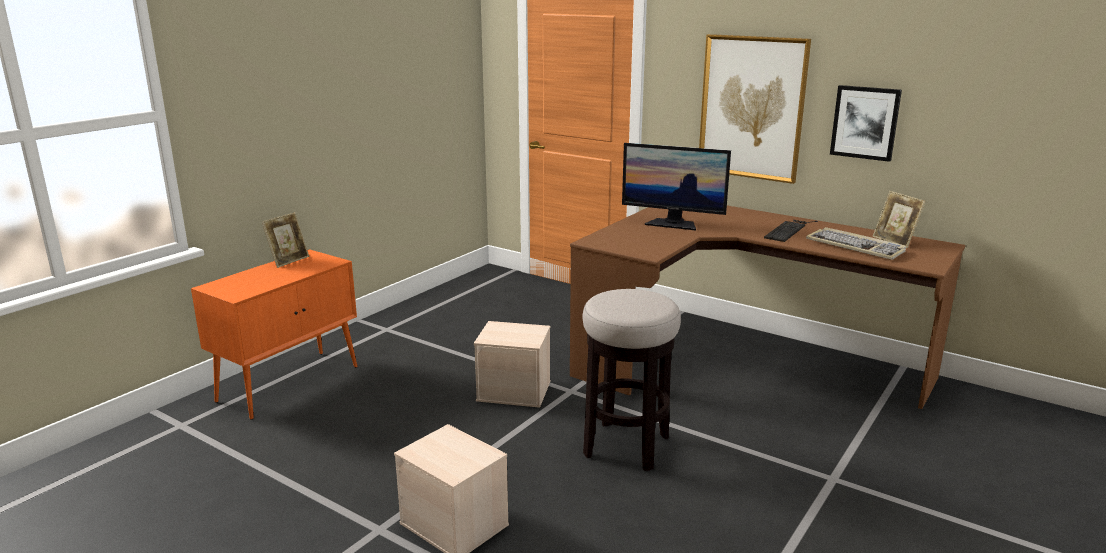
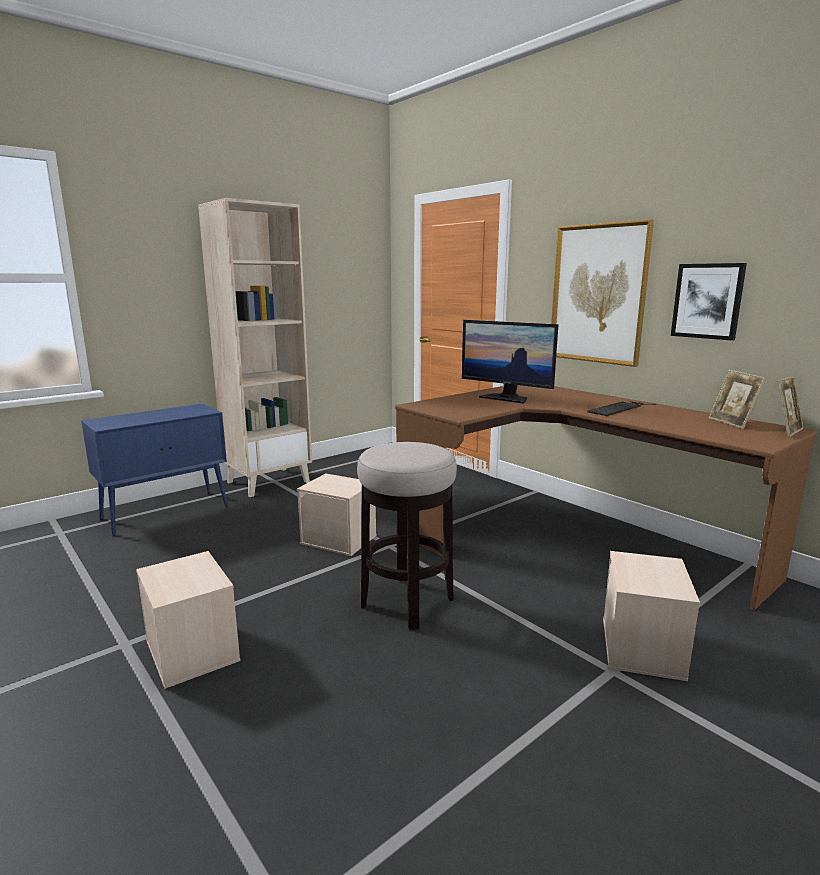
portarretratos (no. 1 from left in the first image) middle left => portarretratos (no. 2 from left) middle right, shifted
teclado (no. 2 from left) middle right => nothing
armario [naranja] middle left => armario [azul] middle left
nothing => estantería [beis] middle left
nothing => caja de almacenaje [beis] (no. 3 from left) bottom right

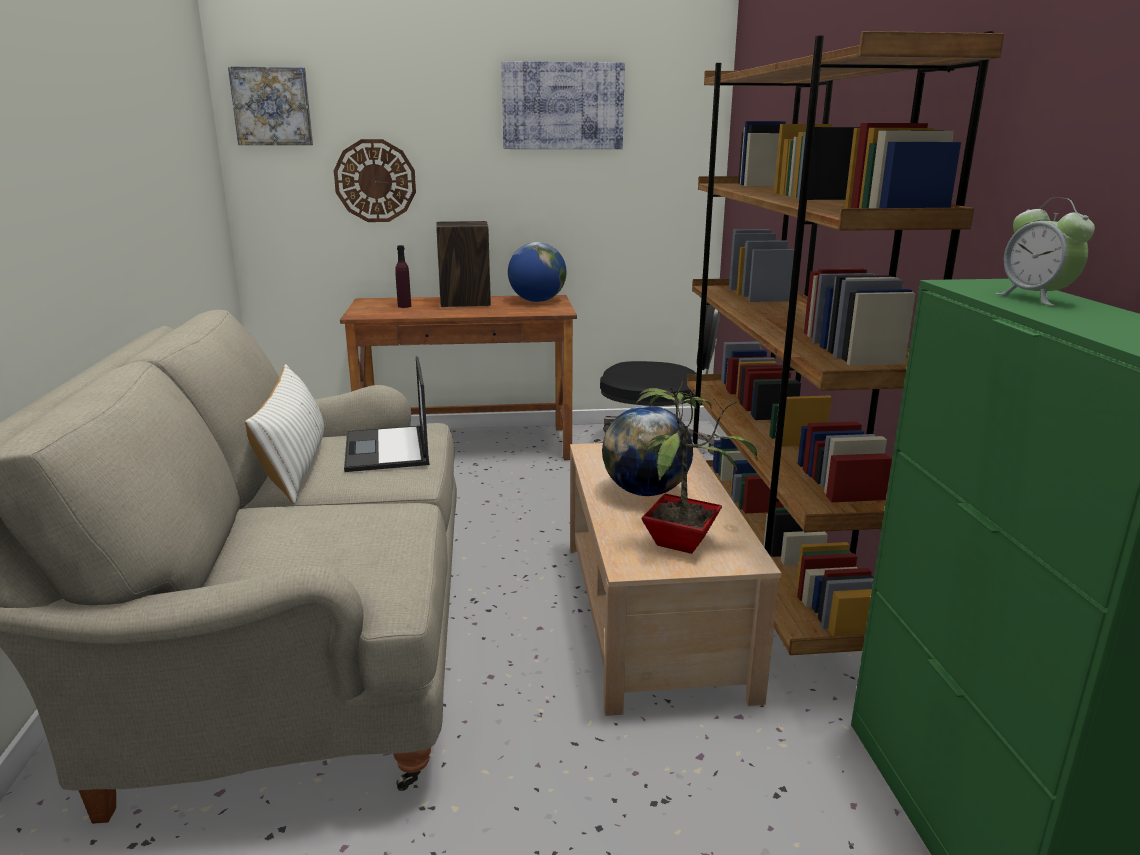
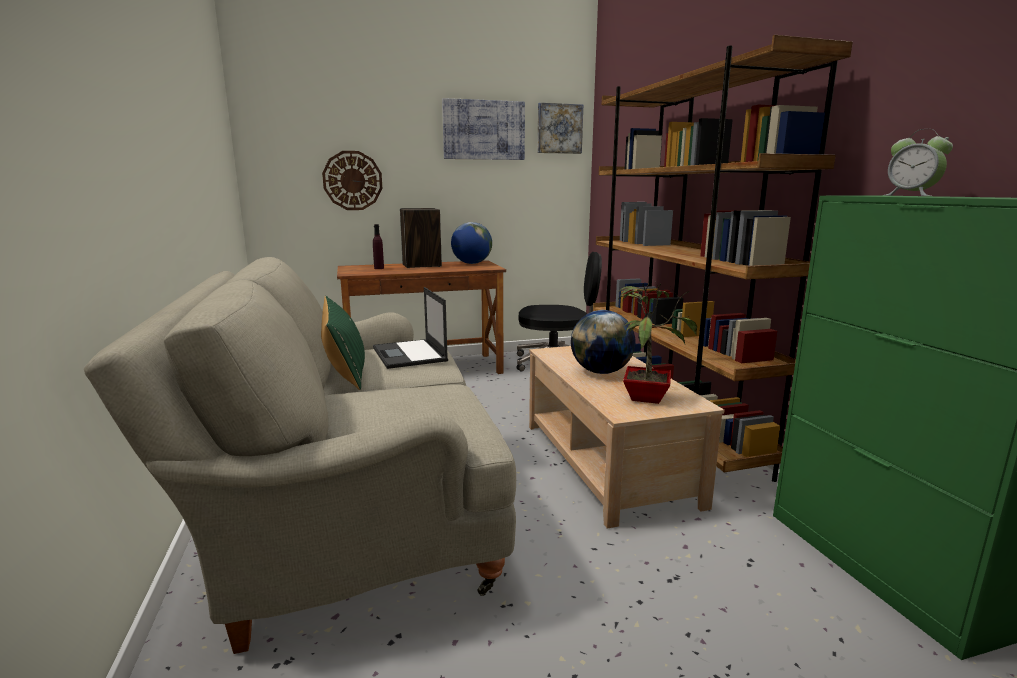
cuadro (no. 1 from left in the first image) top left => cuadro (no. 2 from left) top centre, shifted
cojín [blanco] middle left => cojín [verde] centre

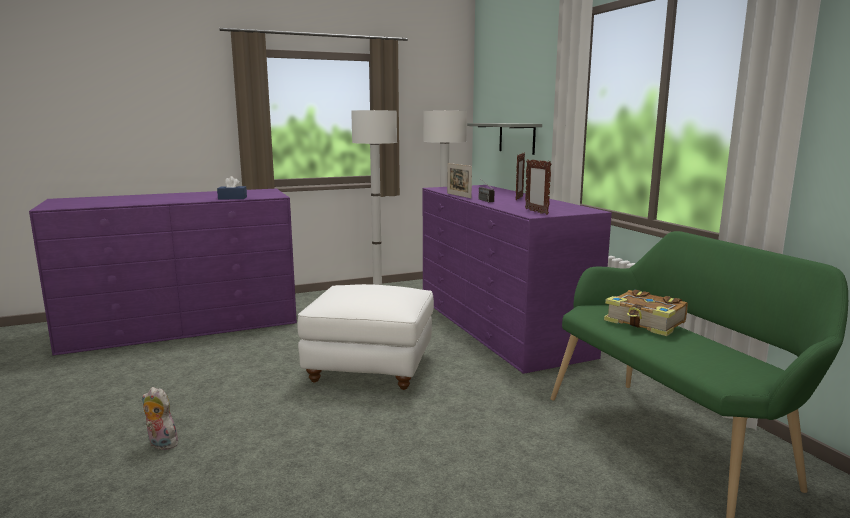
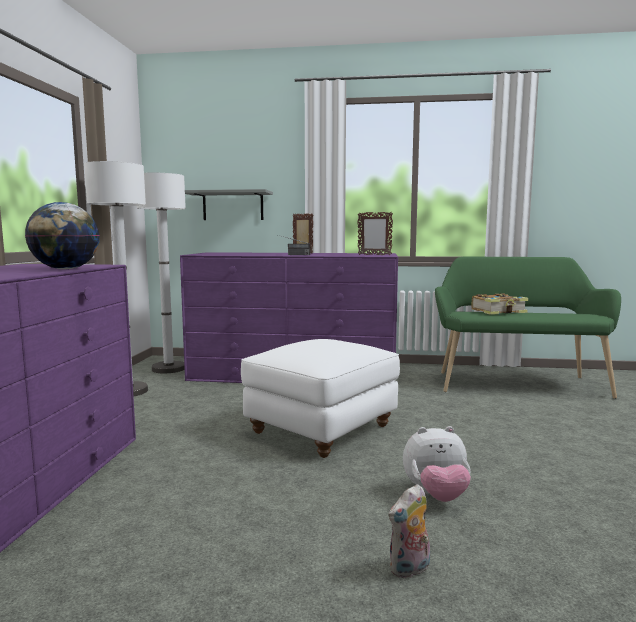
portarretratos (no. 1 from left) centre => nothing
caja de pañuelos [azul] middle left => globo terráqueo middle left
nothing => peluche (no. 2 from left) bottom right

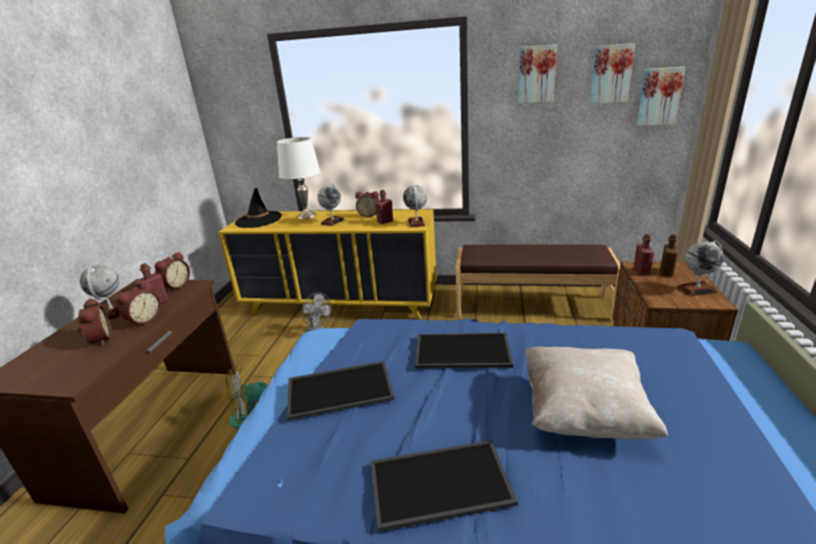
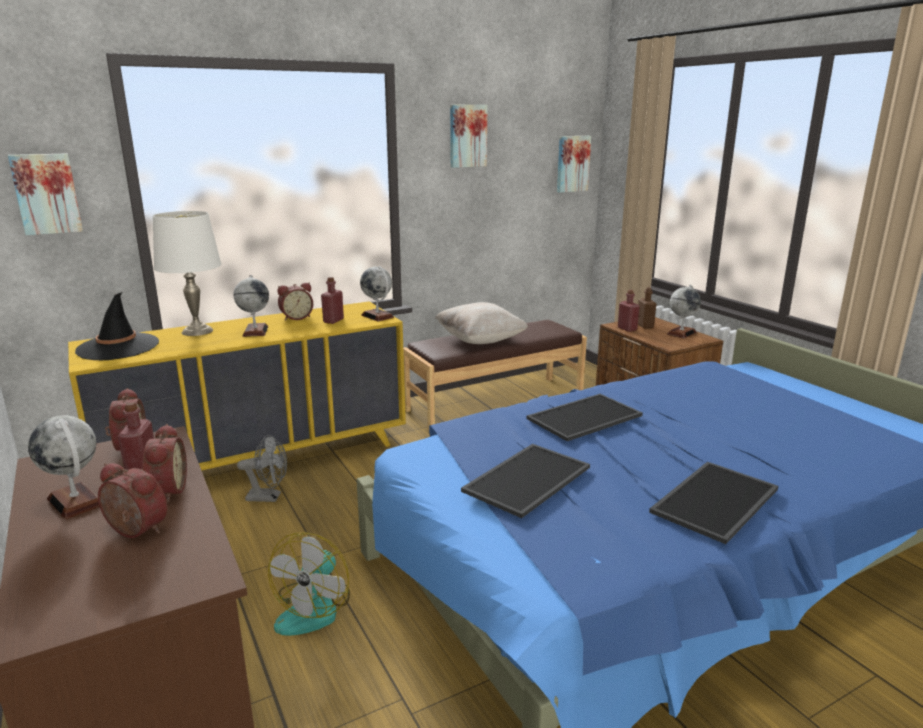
cuadro (no. 2 from left in the first image) top right => cuadro (no. 1 from left) top left, shifted
cojín [beis] bottom right => cojín [beis] centre, shifted

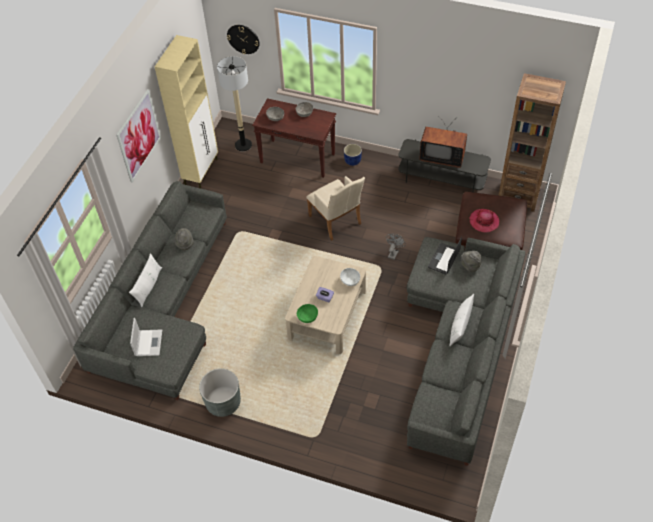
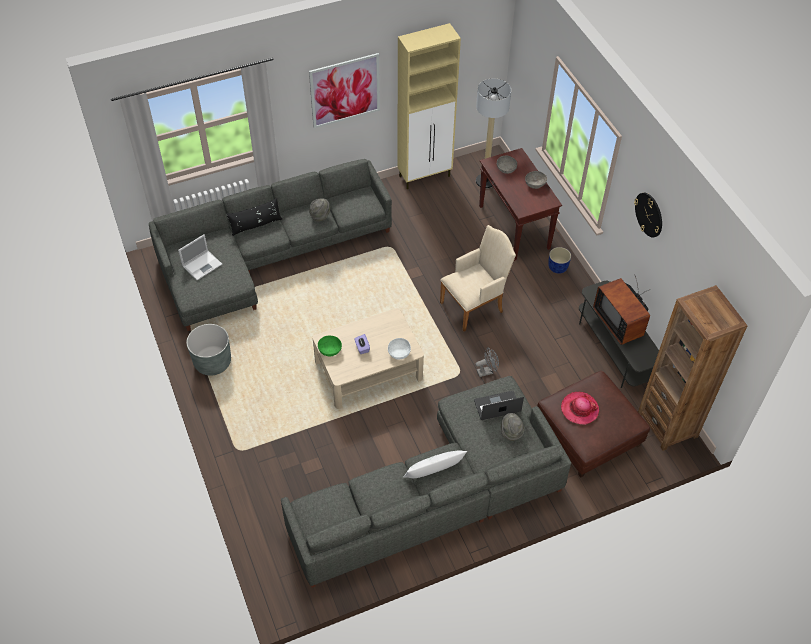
reloj de pared top centre => reloj de pared middle right, shifted
sillón [beis] centre, 135 degrees counterclockwise
cojín [blanco] (no. 1 from left) middle left => cojín [negro] middle left

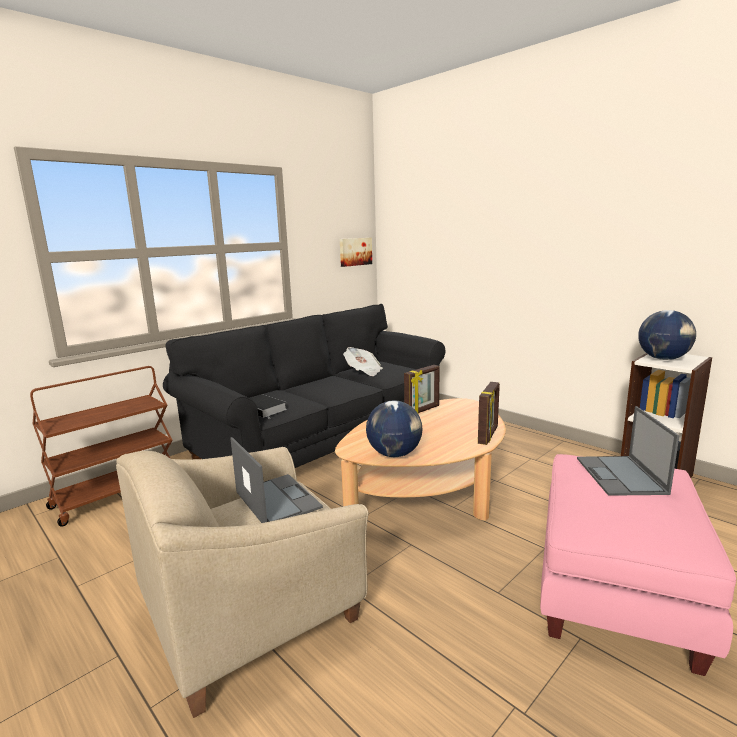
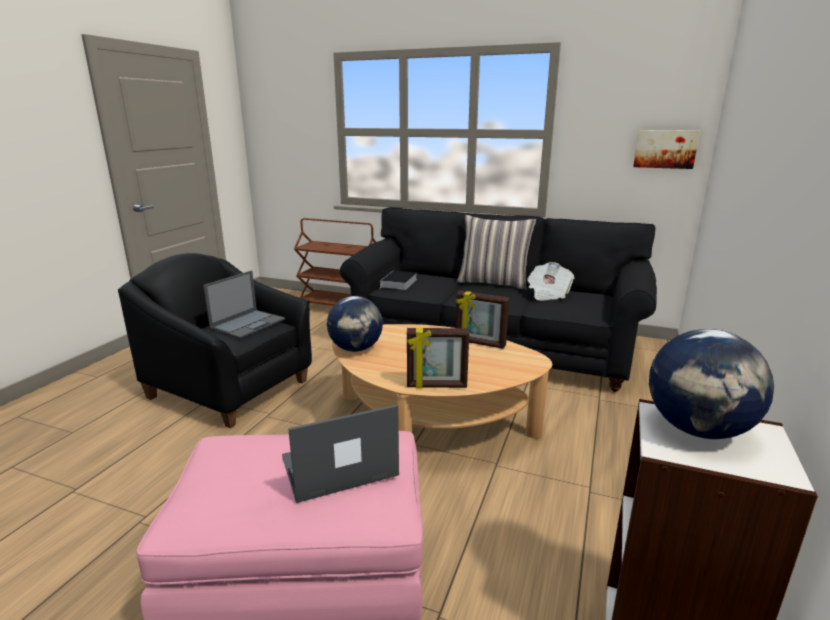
sillón [beis] bottom left => sillón [negro] middle left
nothing => cojín centre

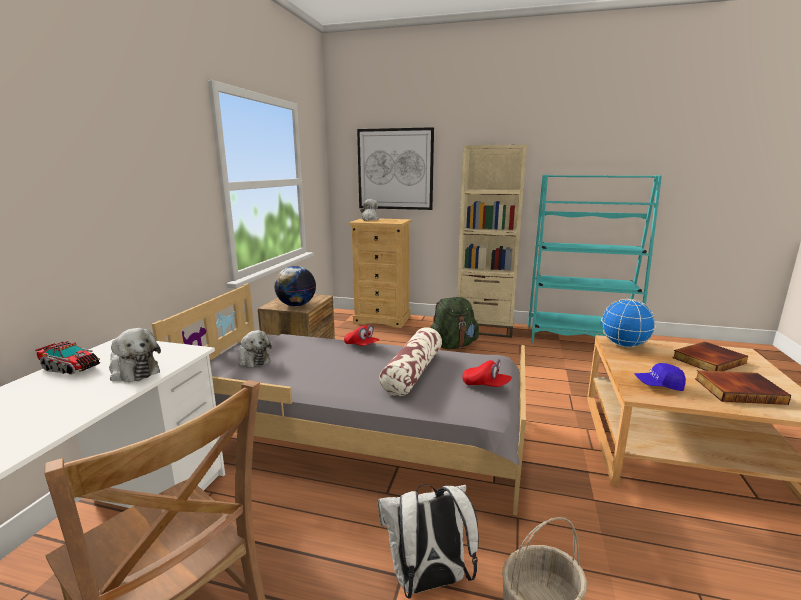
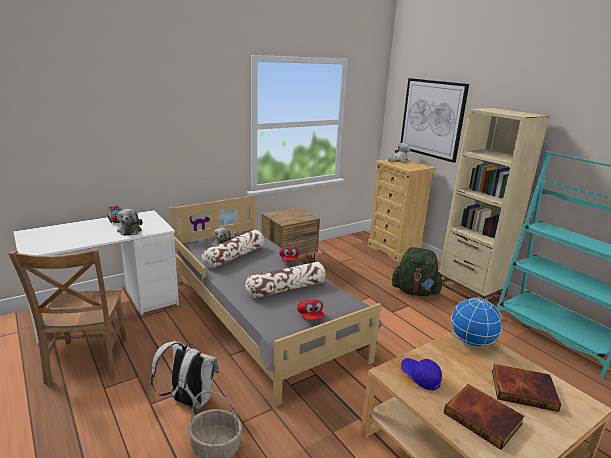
globo terráqueo (no. 1 from left) centre => nothing
nothing => cojín (no. 1 from left) centre

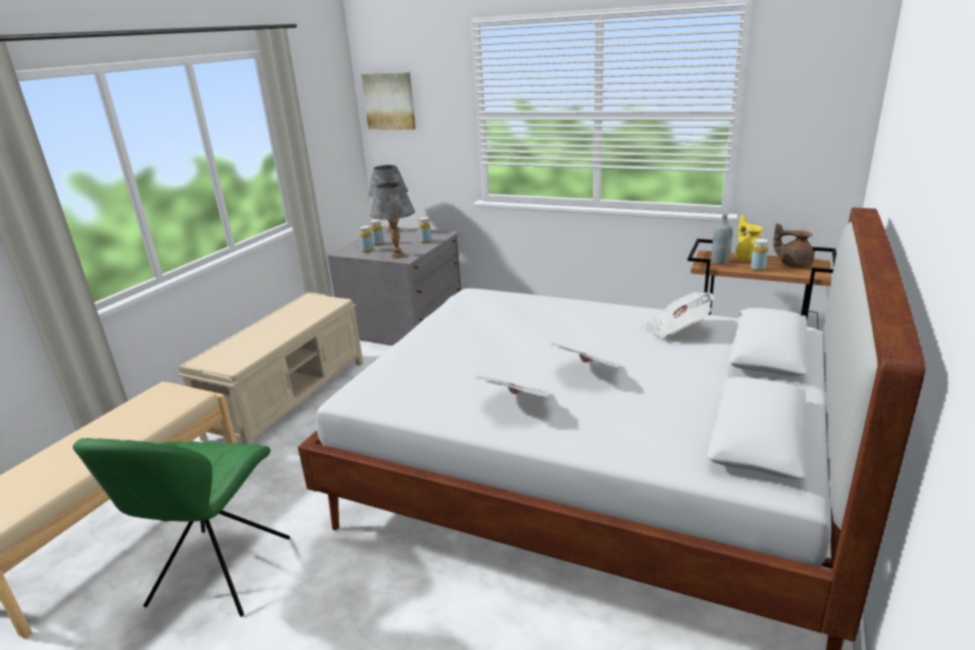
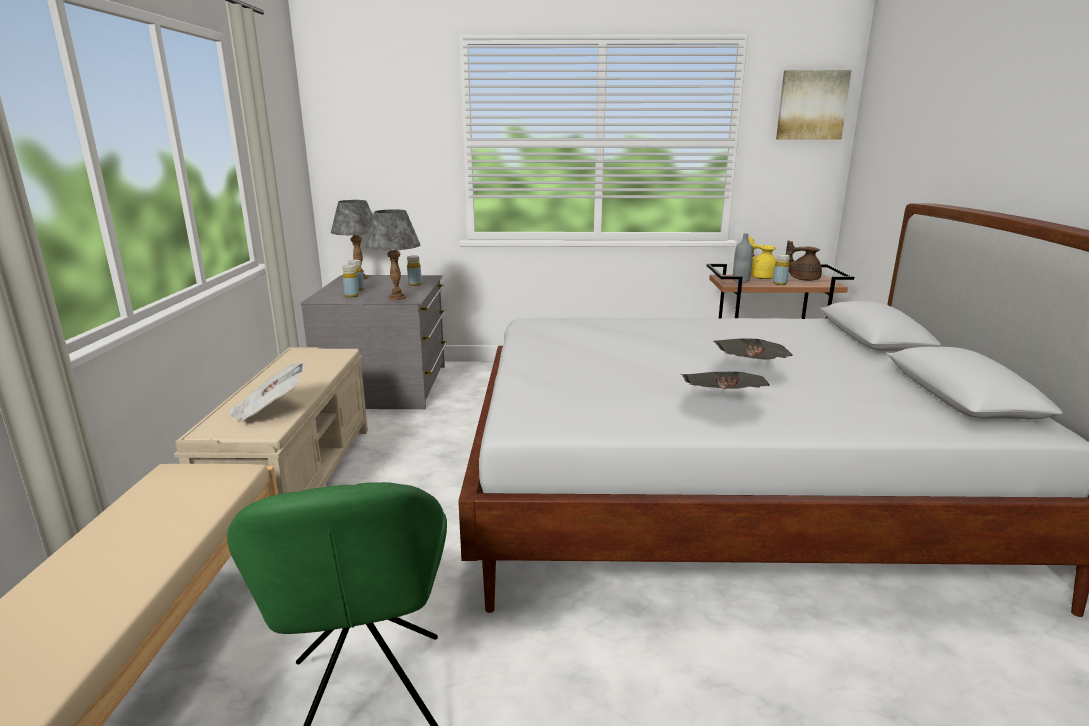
cuadro top centre => cuadro top right, shifted
periódico (no. 3 from left in the first image) middle right => periódico (no. 1 from left) middle left, shifted

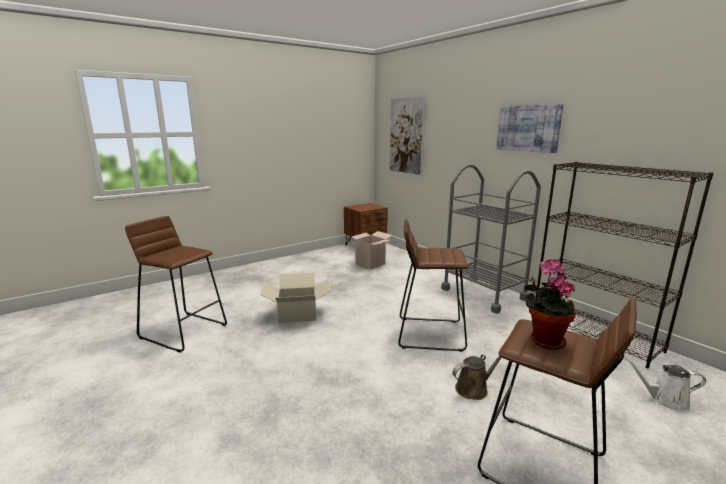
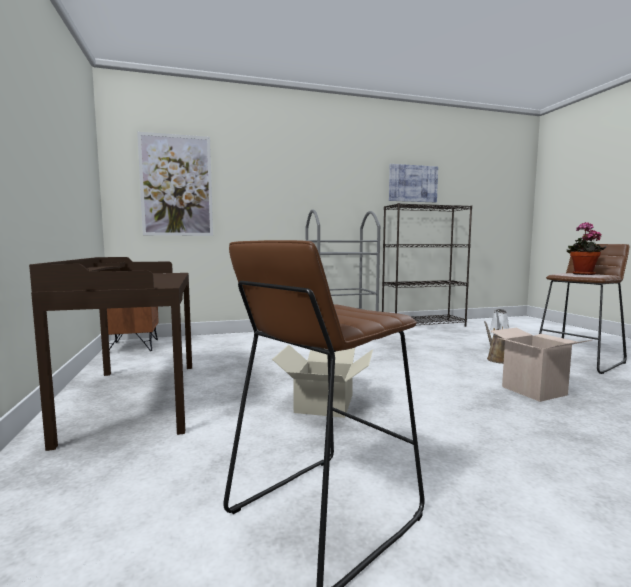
cuadro (no. 2 from left) top right => cuadro (no. 2 from left) top centre, shifted
taburete [marrón] (no. 2 from left) centre => nothing
caja de cartón (no. 2 from left) centre => caja de cartón (no. 2 from left) middle right, shifted
nothing => escritorio [marrón] middle left

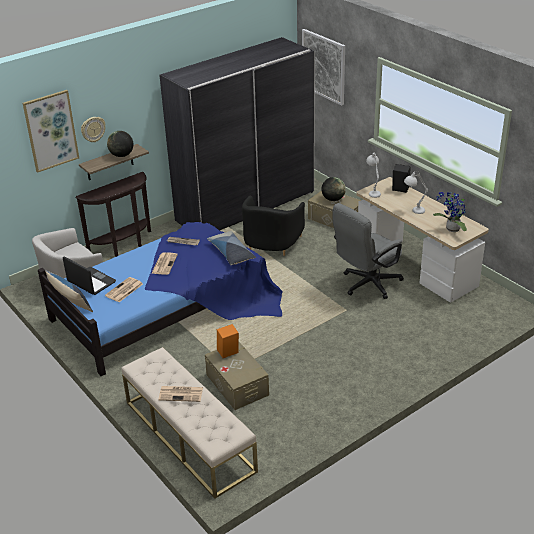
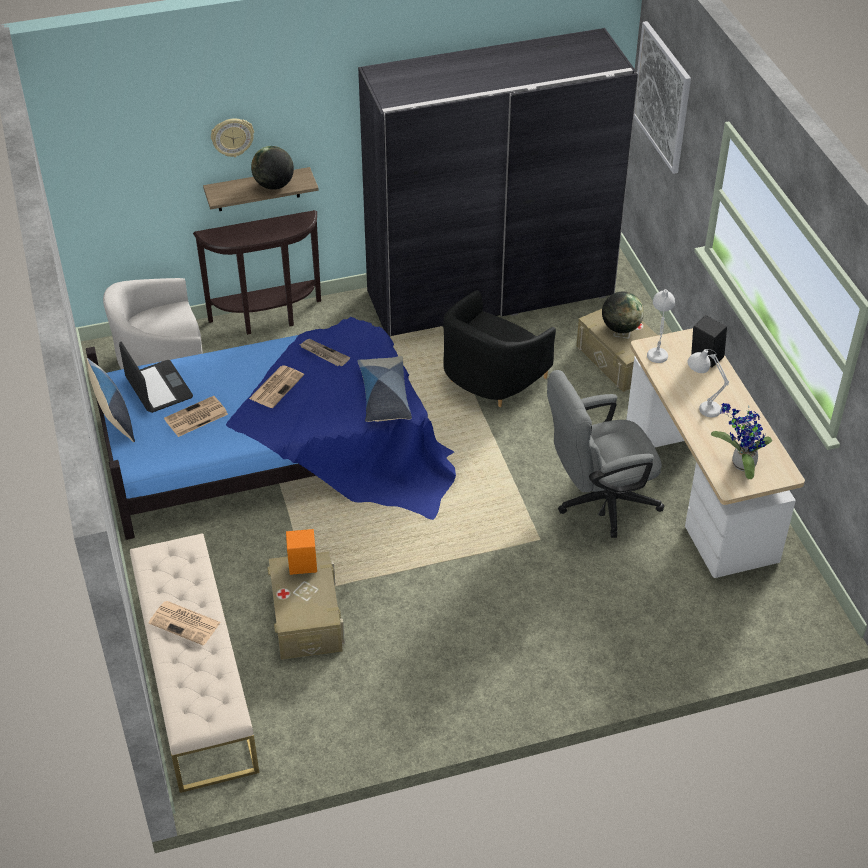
cuadro (no. 1 from left) top left => nothing

